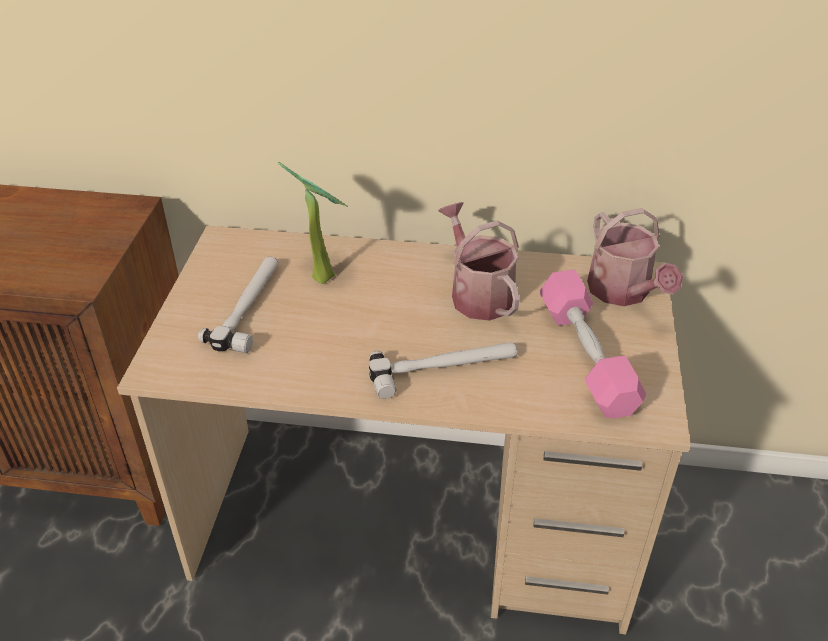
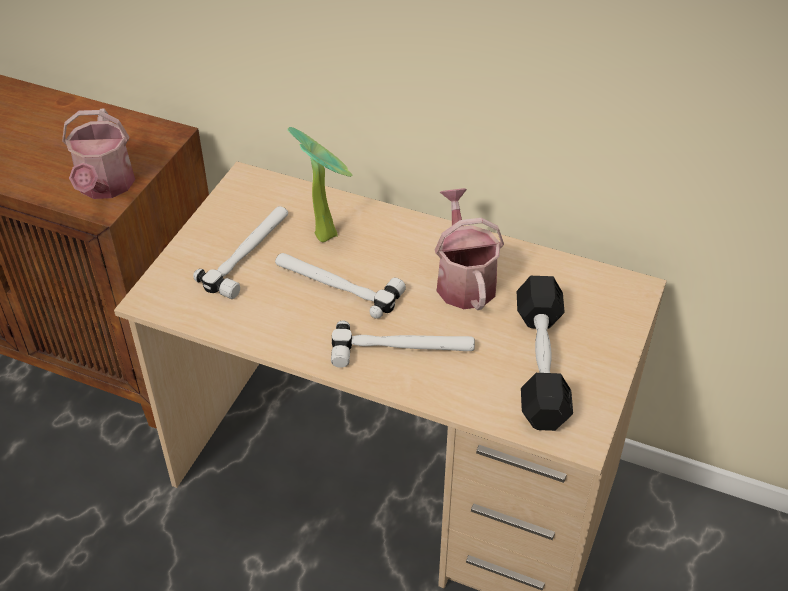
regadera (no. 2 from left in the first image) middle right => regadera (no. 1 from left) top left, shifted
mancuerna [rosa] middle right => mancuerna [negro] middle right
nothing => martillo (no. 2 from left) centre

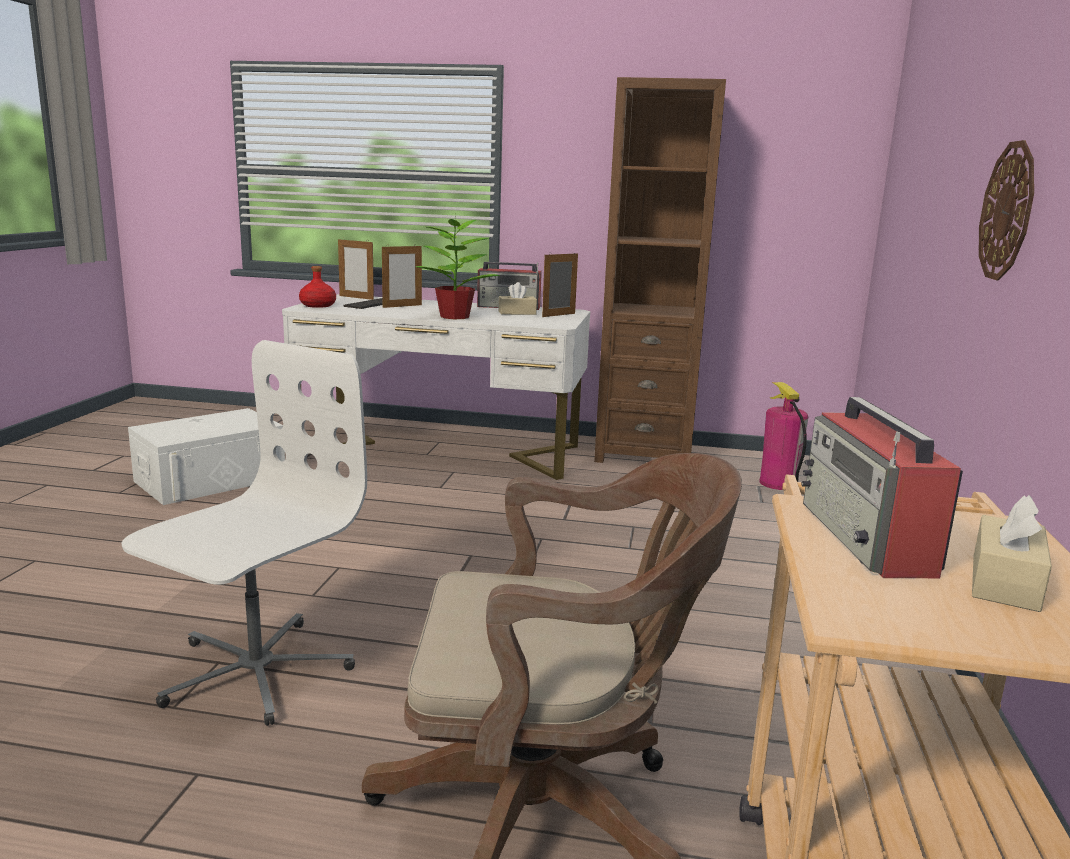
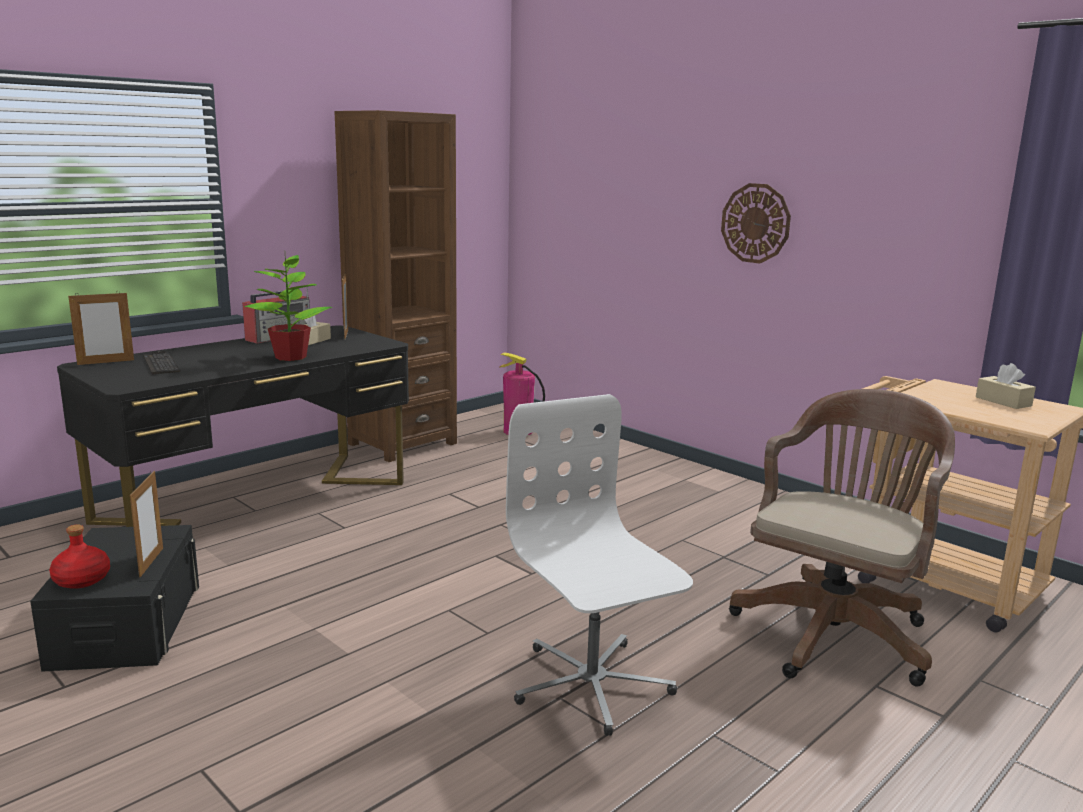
portarretratos (no. 2 from left) top centre => portarretratos (no. 2 from left) middle left, shifted
botella [rojo] middle left => botella [rojo] bottom left, shifted
escritorio [blanco] centre => escritorio [negro] middle left
radio (no. 2 from left) middle right => nothing
caja de almacenaje [blanco] middle left => caja de almacenaje [negro] bottom left

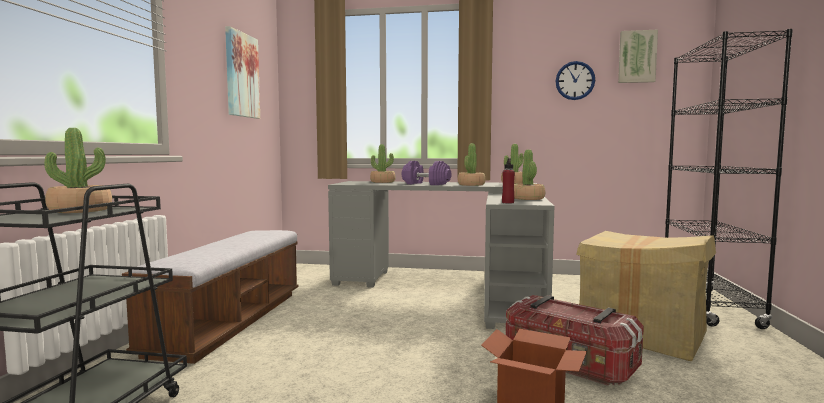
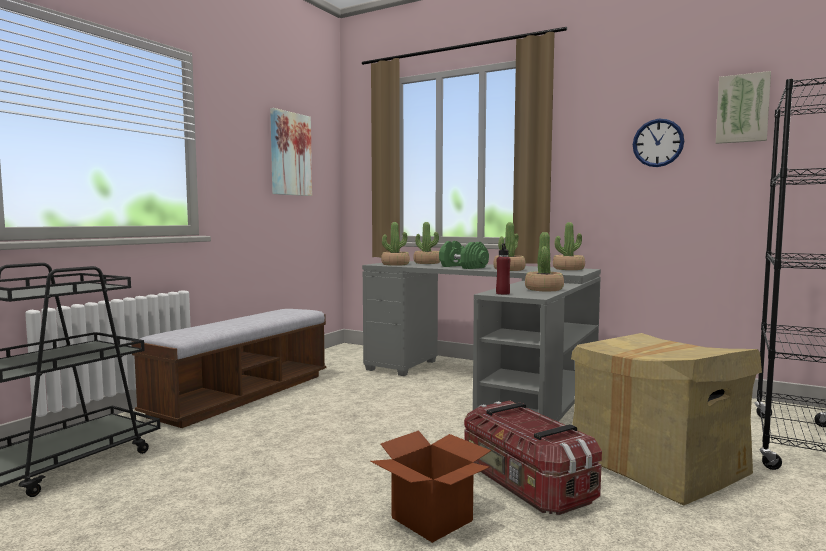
planta en maceta (no. 1 from left) middle left => planta en maceta (no. 1 from left) centre, shifted
mancuerna [morado] centre => mancuerna [verde] centre

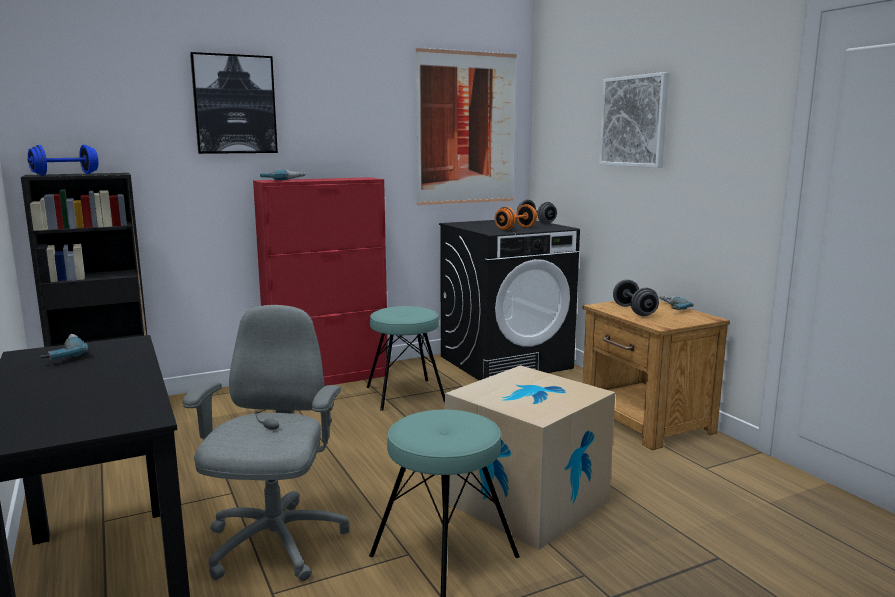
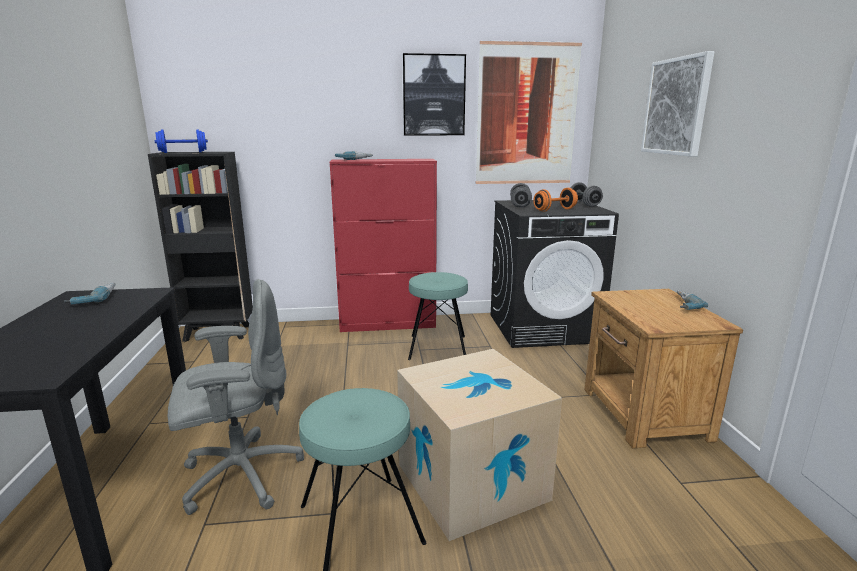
cuadro (no. 1 from left) top left => cuadro (no. 1 from left) top centre, shifted
mancuerna [gris] (no. 2 from left in the first image) middle right => mancuerna [gris] (no. 1 from left) centre, shifted
silla de oficina [gris] bottom left, 45 degrees clockwise

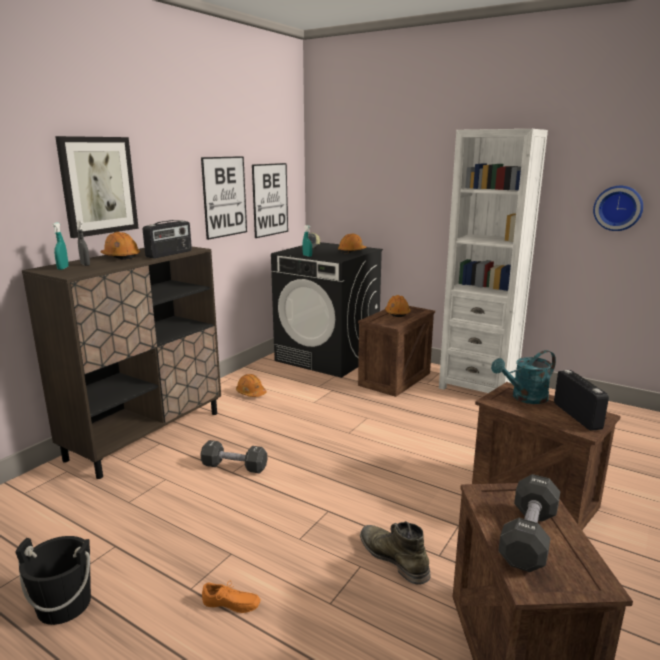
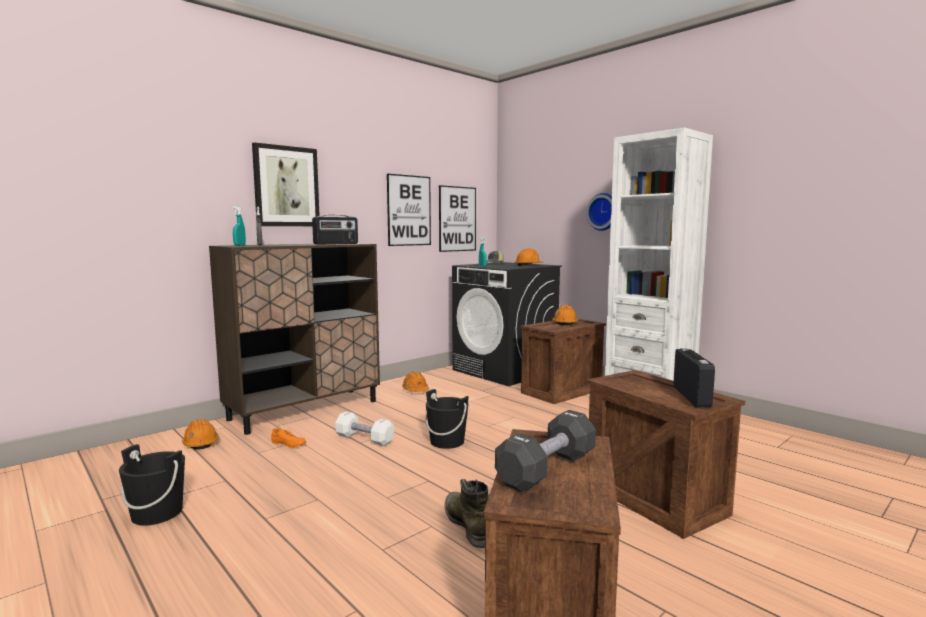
reloj de pared top right => reloj de pared centre, shifted
casco [naranja] (no. 1 from left) middle left => casco [naranja] (no. 1 from left) bottom left, shifted
regadera [turquesa] middle right => nothing
mancuerna [negro] (no. 1 from left) bottom centre => mancuerna [blanco] bottom centre
zapato [naranja] bottom centre => zapato [naranja] bottom left, shifted
nothing => cubo [negro] (no. 2 from left) bottom centre

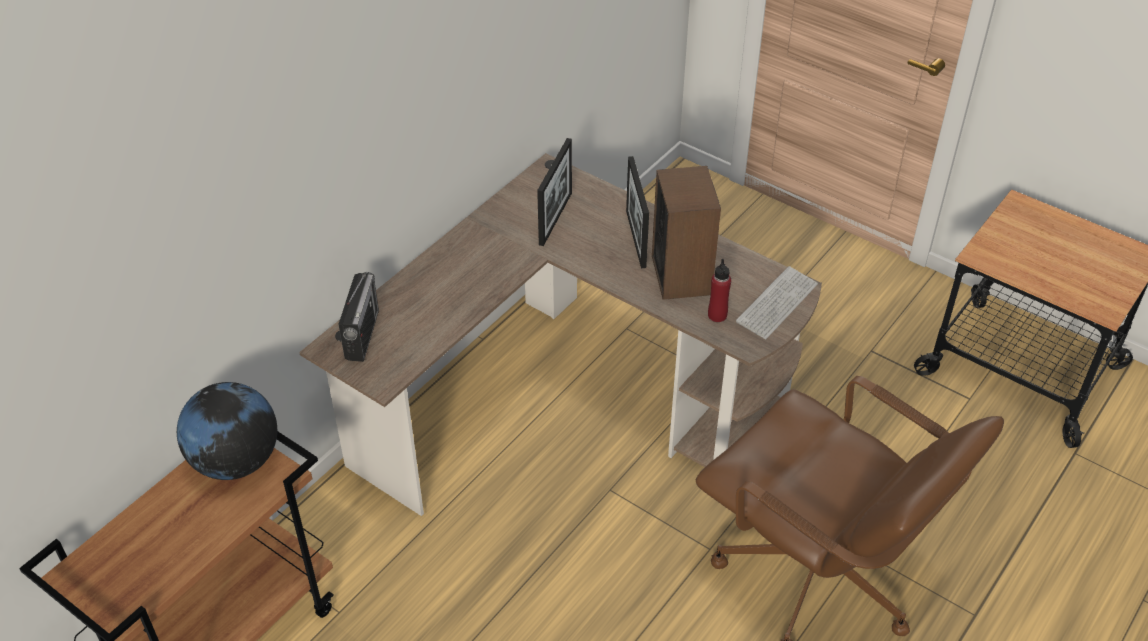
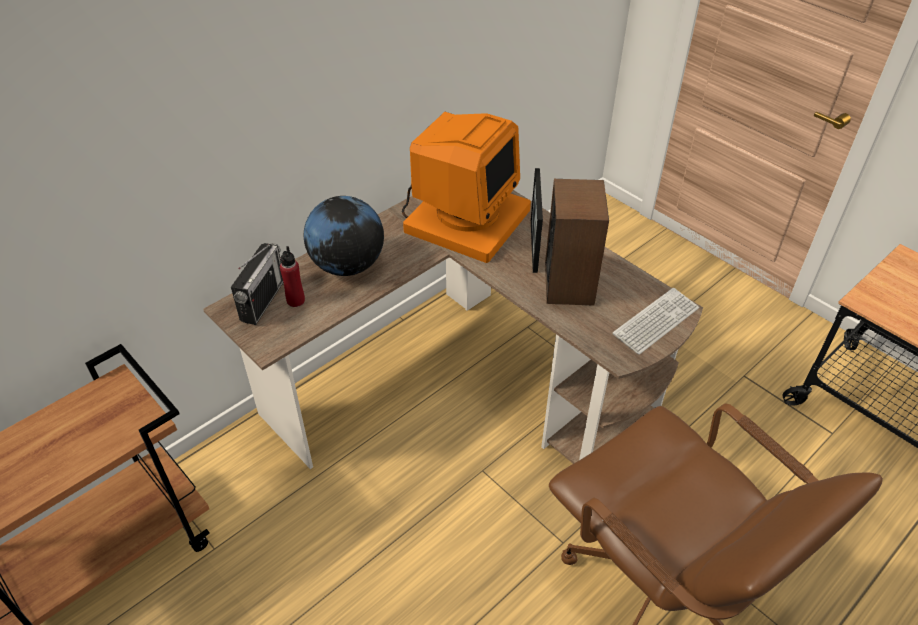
portarretratos (no. 1 from left) top centre => monitor top centre
botella [rojo] centre => botella [rojo] middle left, shifted
globo terráqueo bottom left => globo terráqueo centre, shifted

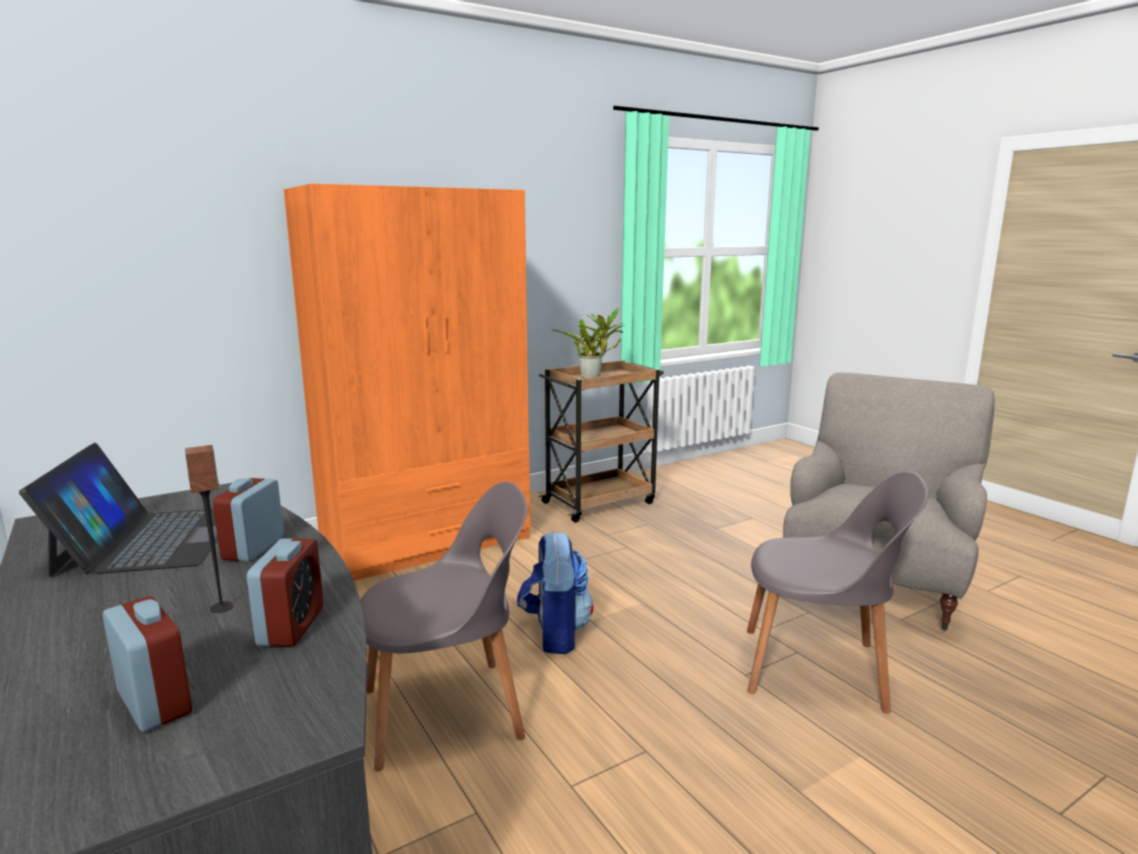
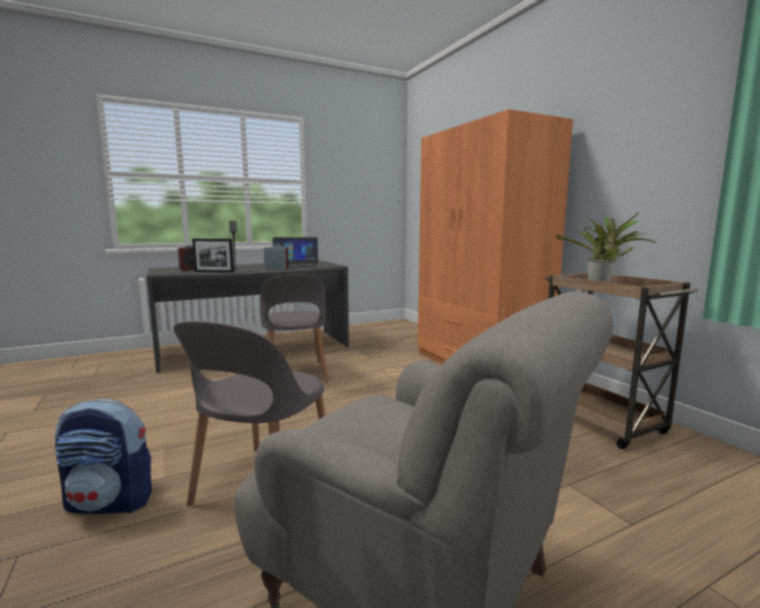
mochila bottom centre => mochila bottom left, shifted
despertador (no. 3 from left) bottom left => portarretratos middle left

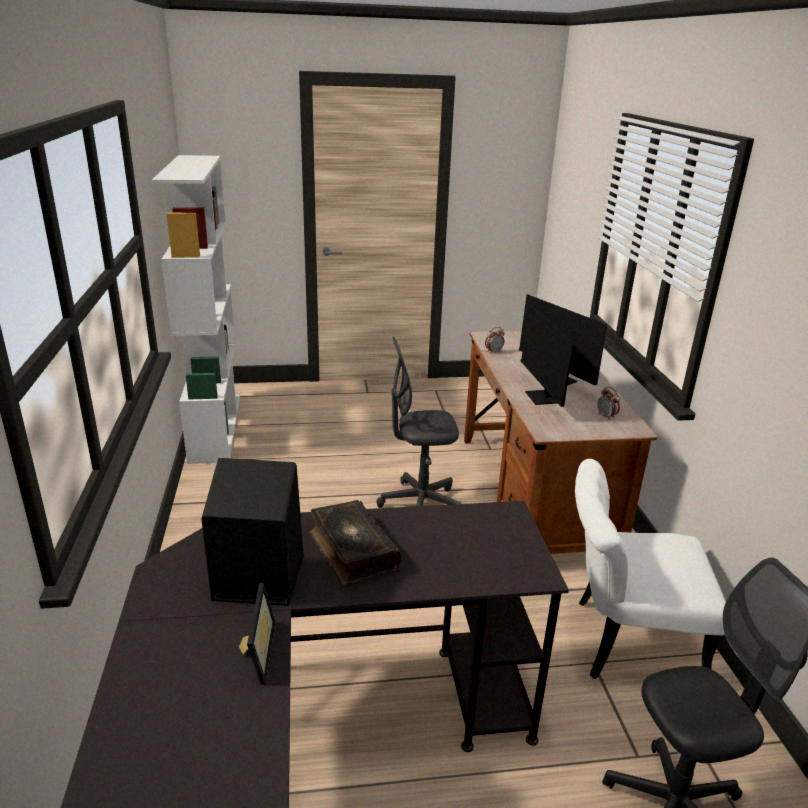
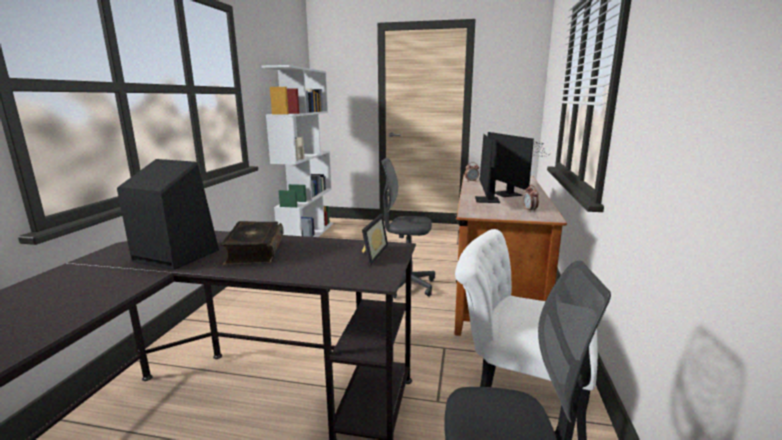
portarretratos bottom left => portarretratos centre, shifted

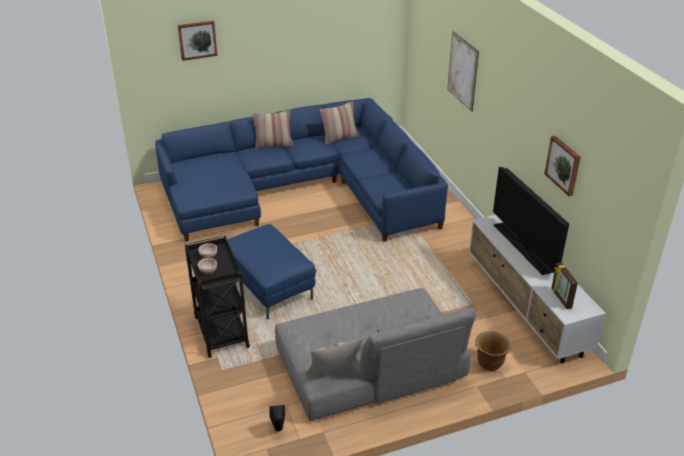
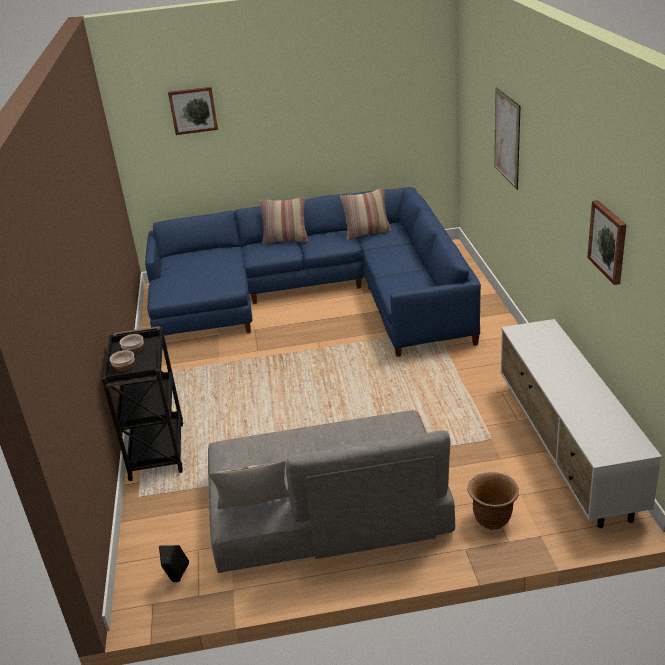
televisor middle right => nothing
puf [azul] centre => nothing
portarretratos middle right => nothing

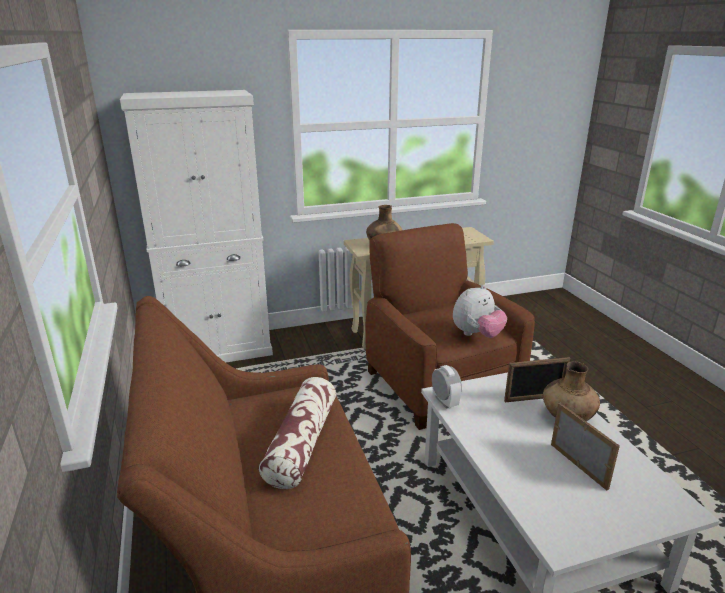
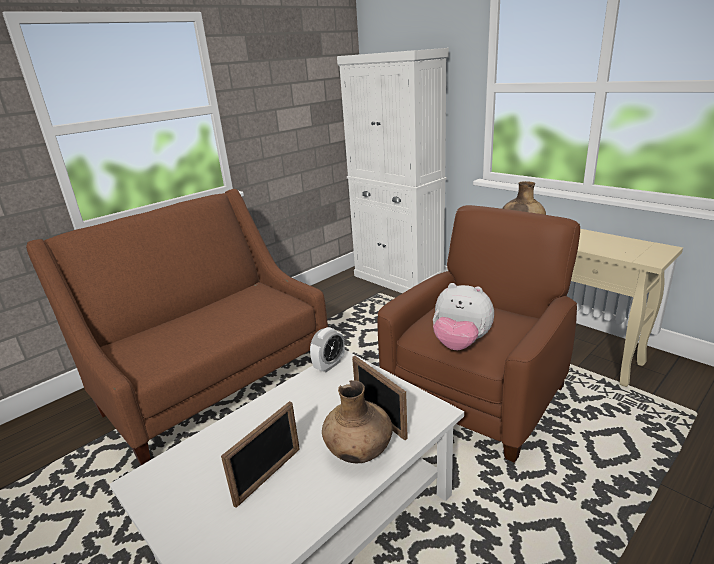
cojín bottom centre => nothing

